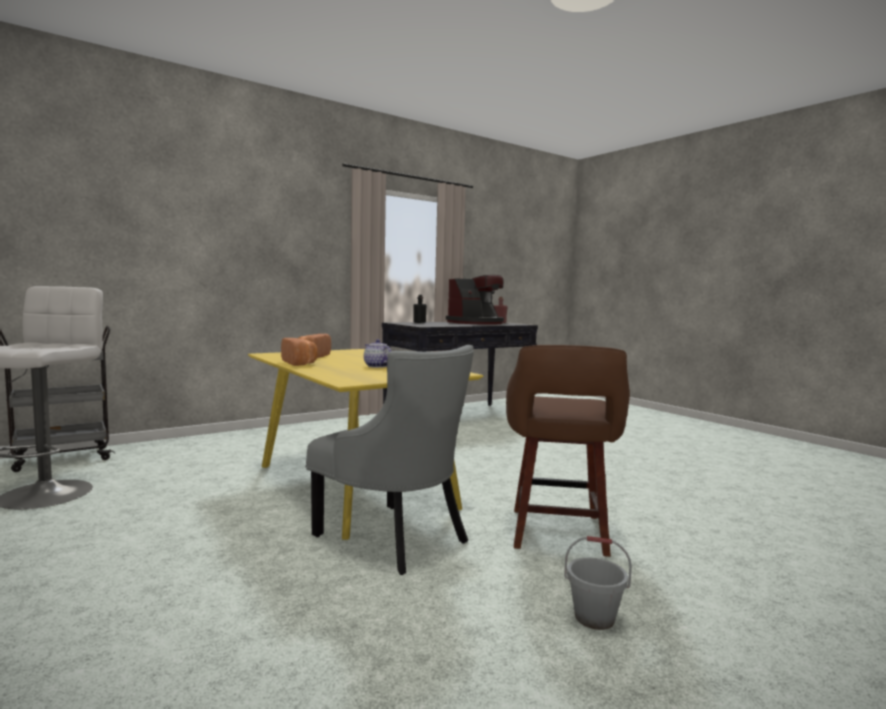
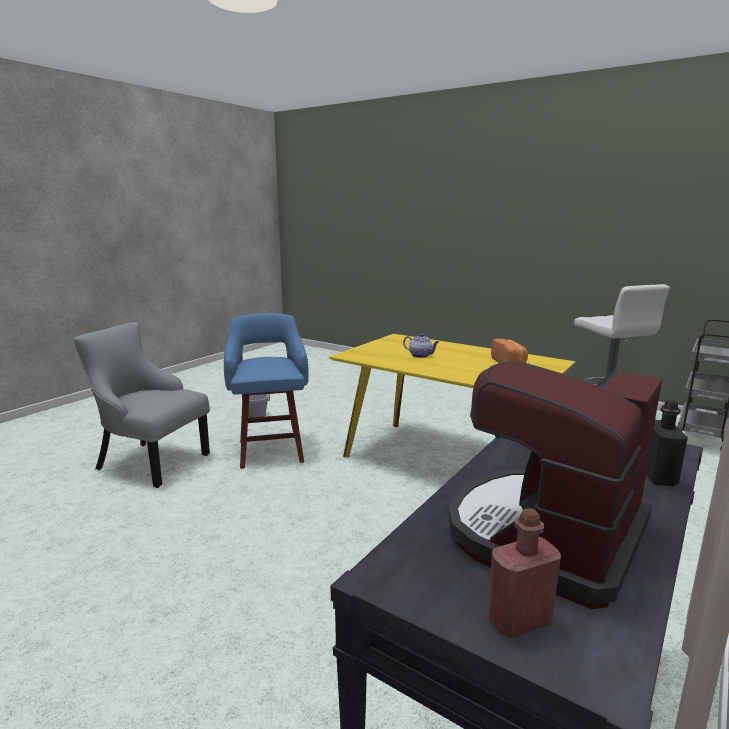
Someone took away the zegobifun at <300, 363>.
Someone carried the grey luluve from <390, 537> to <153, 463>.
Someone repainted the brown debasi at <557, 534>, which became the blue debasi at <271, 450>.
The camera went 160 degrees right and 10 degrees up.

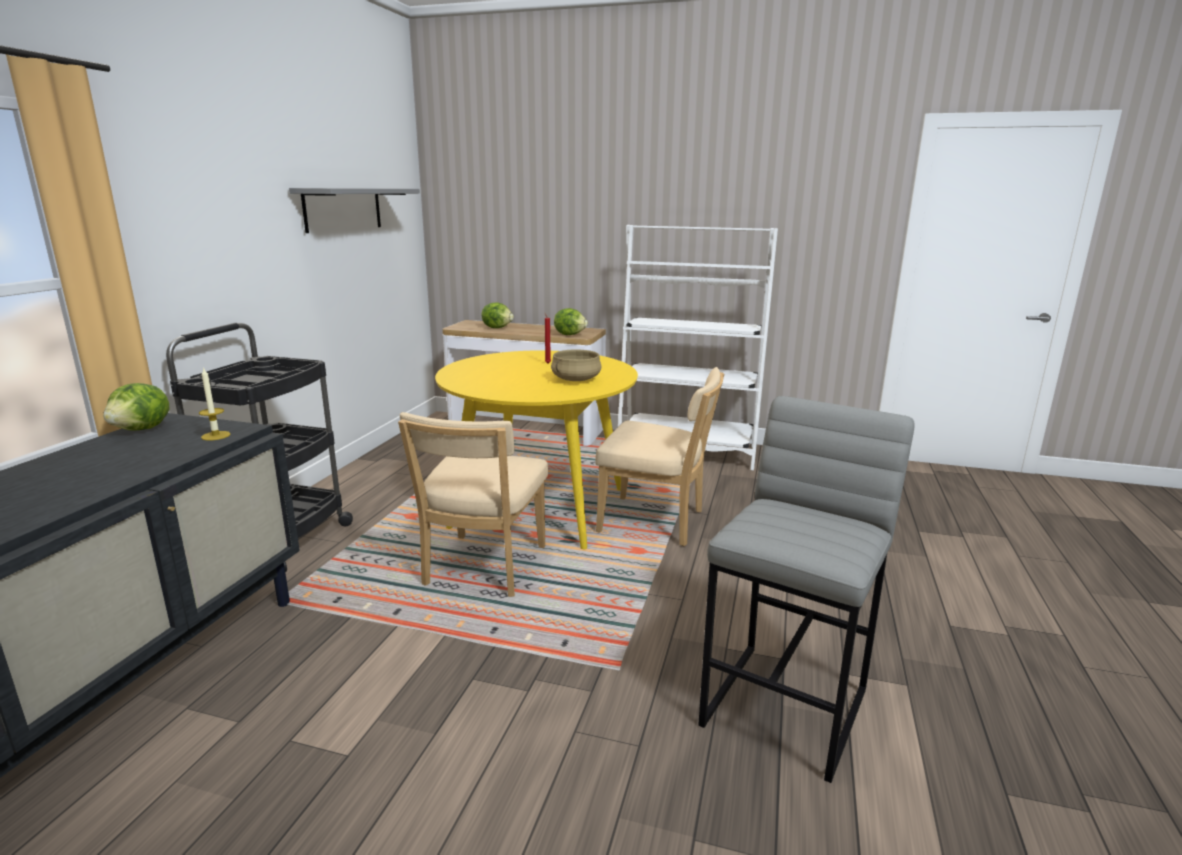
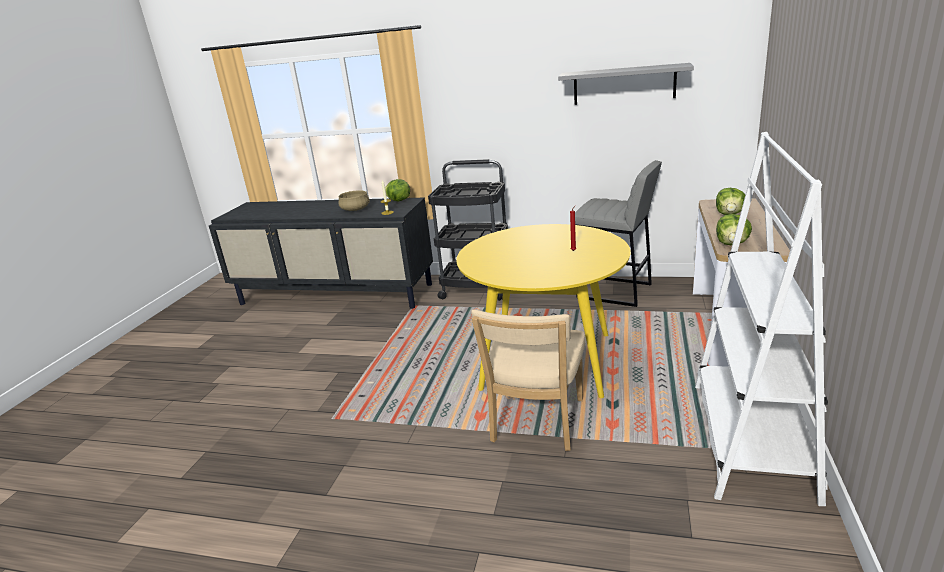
Someone took away the beige luluve at <482, 569>.
Someone carried the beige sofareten from <575, 379> to <355, 209>.
Someone carried the grey debasi from <786, 704> to <616, 291>.
The camera went 90 degrees right and 5 degrees up.

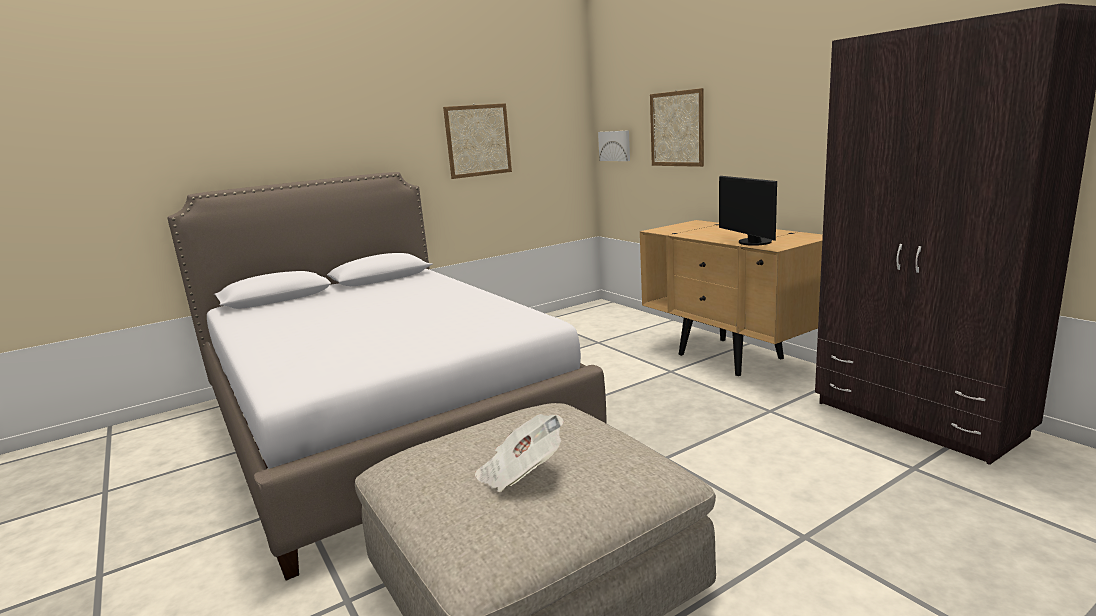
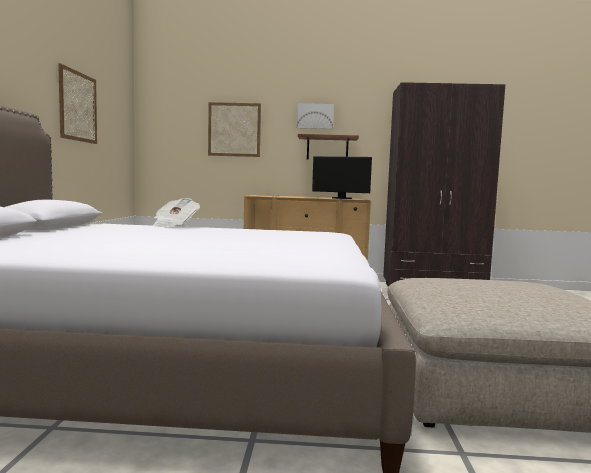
Someone carried the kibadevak from <521, 473> to <174, 225>.
Someone carried the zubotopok from <615, 145> to <315, 116>.
Someone put up the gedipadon at <327, 148>.
The camera went 55 degrees left and 10 degrees down.

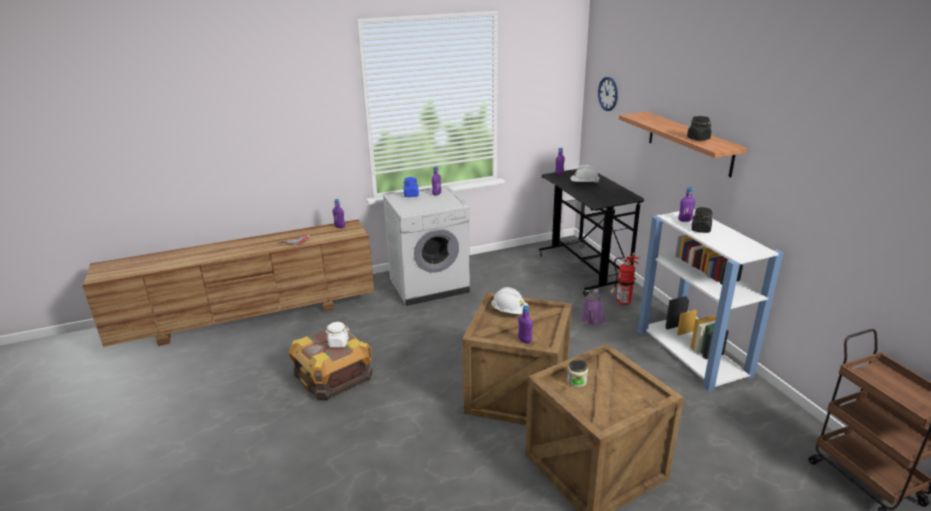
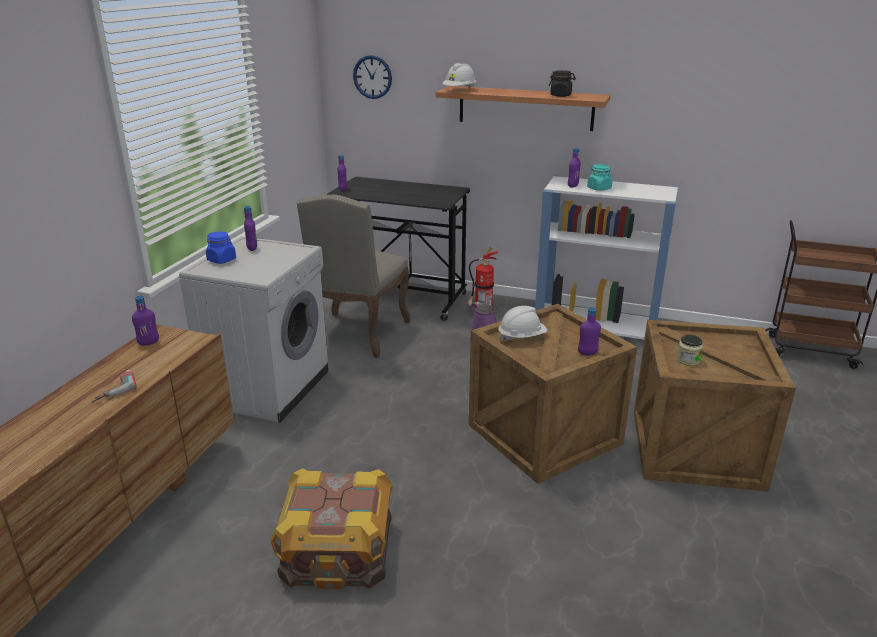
Someone took away the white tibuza at <338, 343>.
Someone carried the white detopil from <584, 184> to <459, 90>.
Someone repainted the black tibuza at <700, 229>, which became the turquoise tibuza at <598, 188>.
Someone put down the grey luluve at <357, 336>.
The camera went 50 degrees left and 0 degrees up.

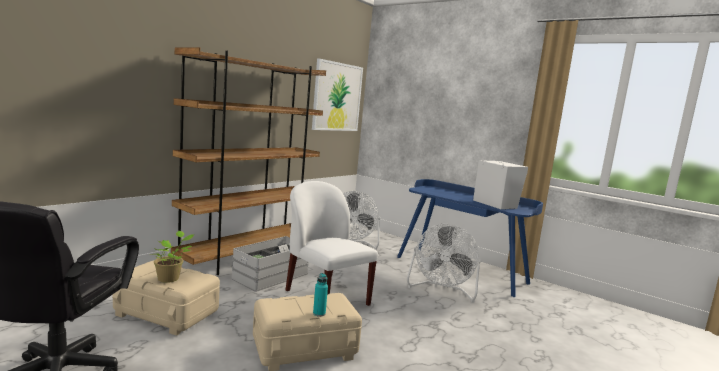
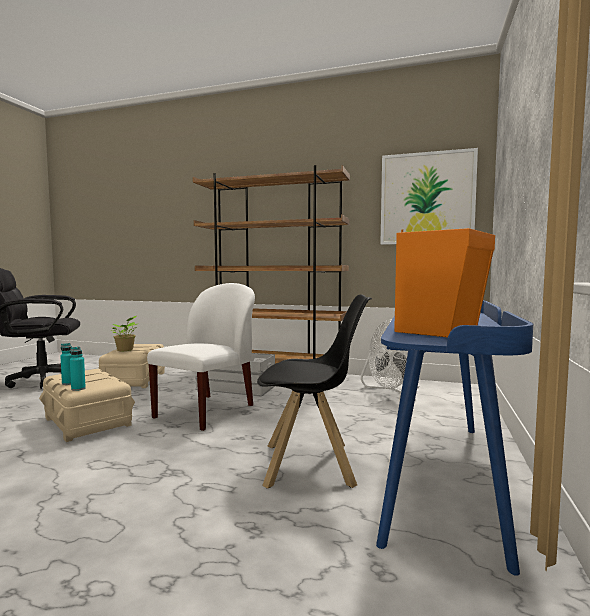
Someone swapped the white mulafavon at <440, 289> for the black luluve at <311, 464>.
Someone repainted the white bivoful at <495, 204>, which became the orange bivoful at <443, 329>.
Someone put down the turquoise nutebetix at <78, 389>.
The camera went 70 degrees right and 5 degrees down.

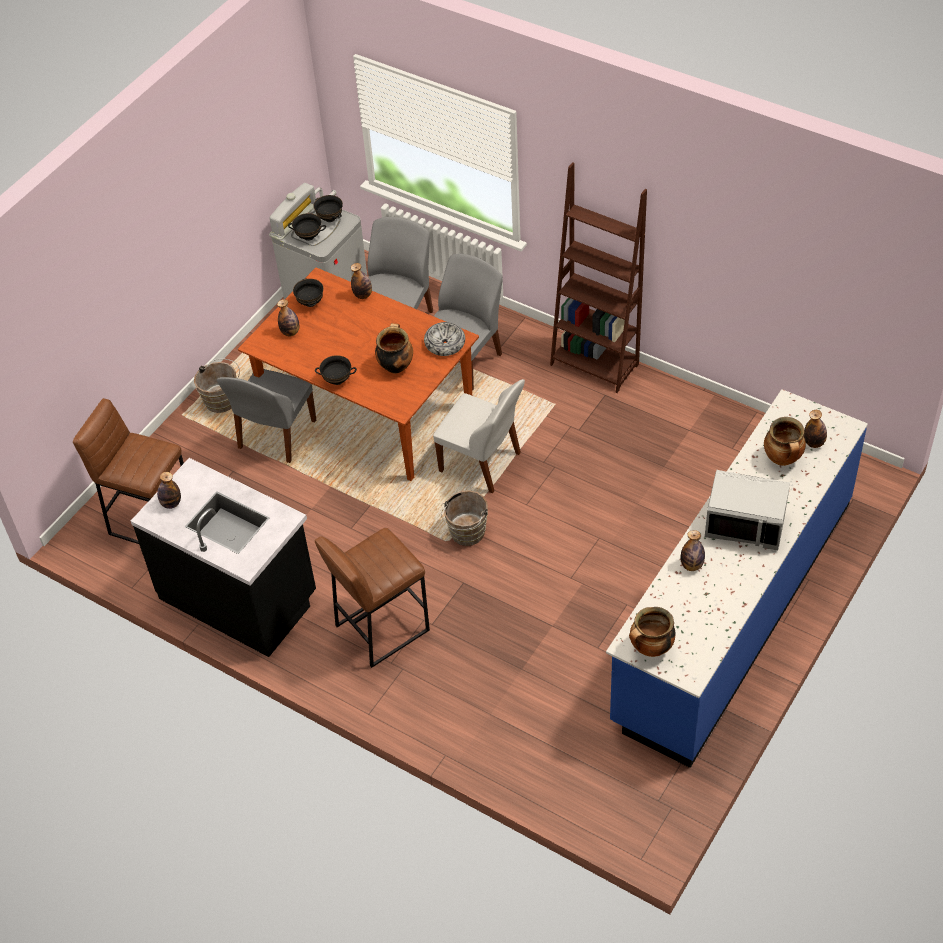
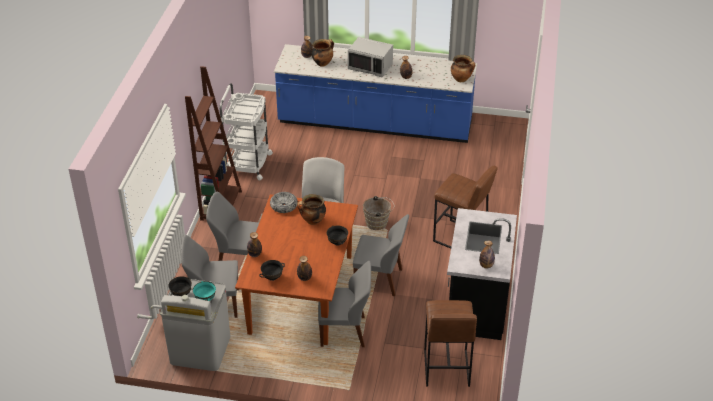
Someone took away the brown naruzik at <223, 400>.
Someone repainted the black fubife at <308, 237>, which became the turquoise fubife at <205, 299>.
Someone rotated the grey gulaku at <745, 523> by 120 degrees clockwise.
Someone put down the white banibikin at <248, 165>.
Someone put down the grey luluve at <380, 280>.
The camera went 115 degrees left and 10 degrees down.

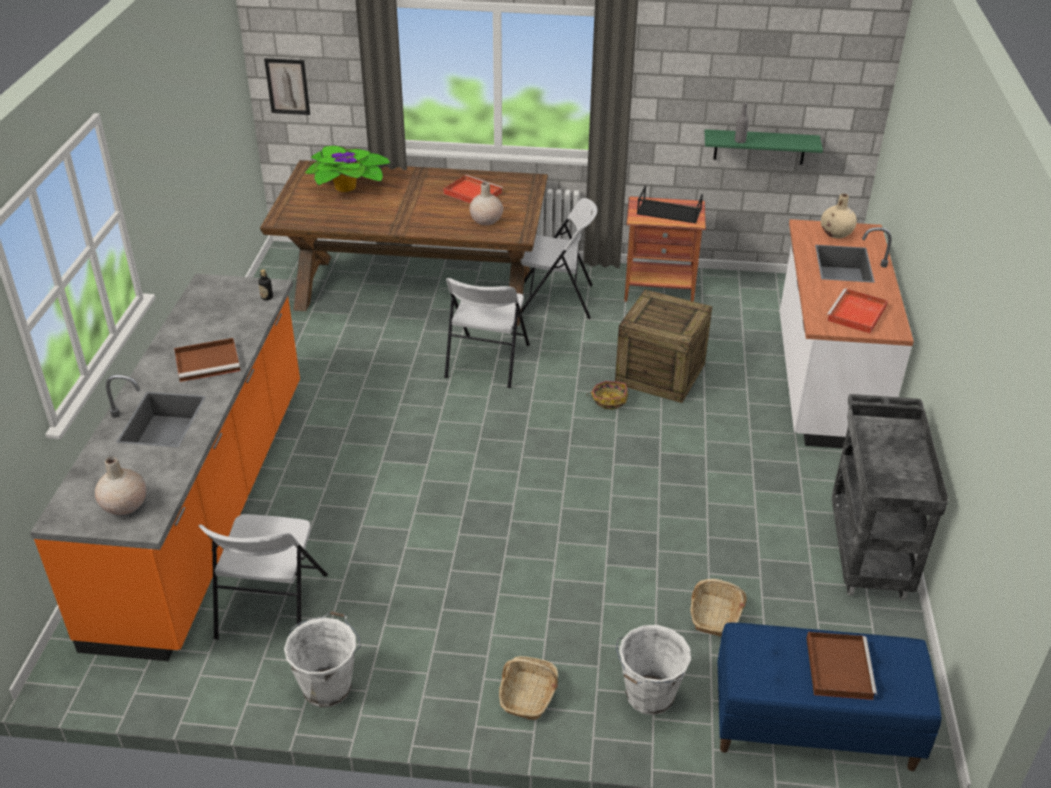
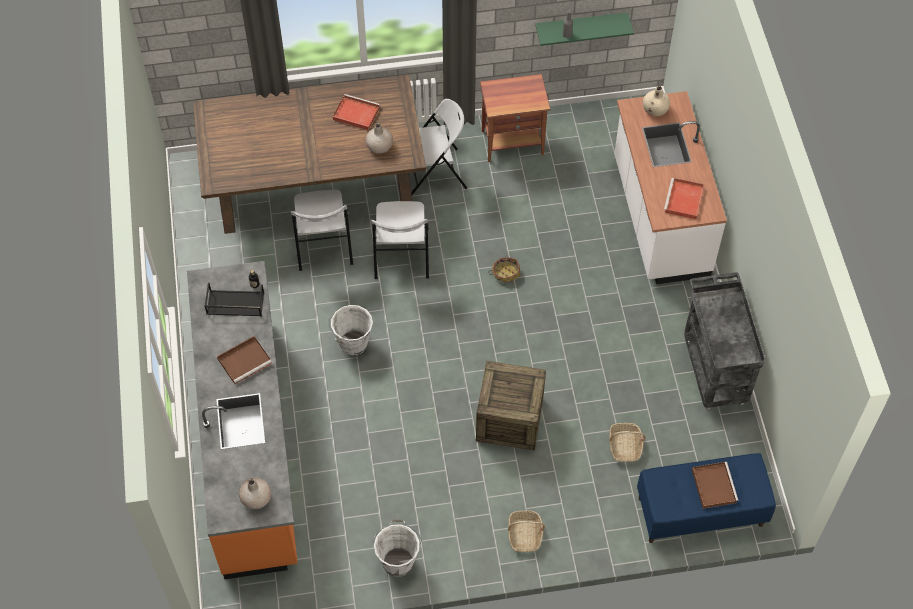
Someone carried the white luluve from <271, 606> to <323, 243>.
Someone took away the zubotopok at <287, 86>.
Someone took away the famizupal at <348, 186>.
Someone carried the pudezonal from <660, 374> to <509, 419>.
Someone carried the white naruzik from <648, 696> to <353, 344>.
Someone carried the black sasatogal from <668, 212> to <234, 304>.
The camera went 15 degrees left and 20 degrees up.

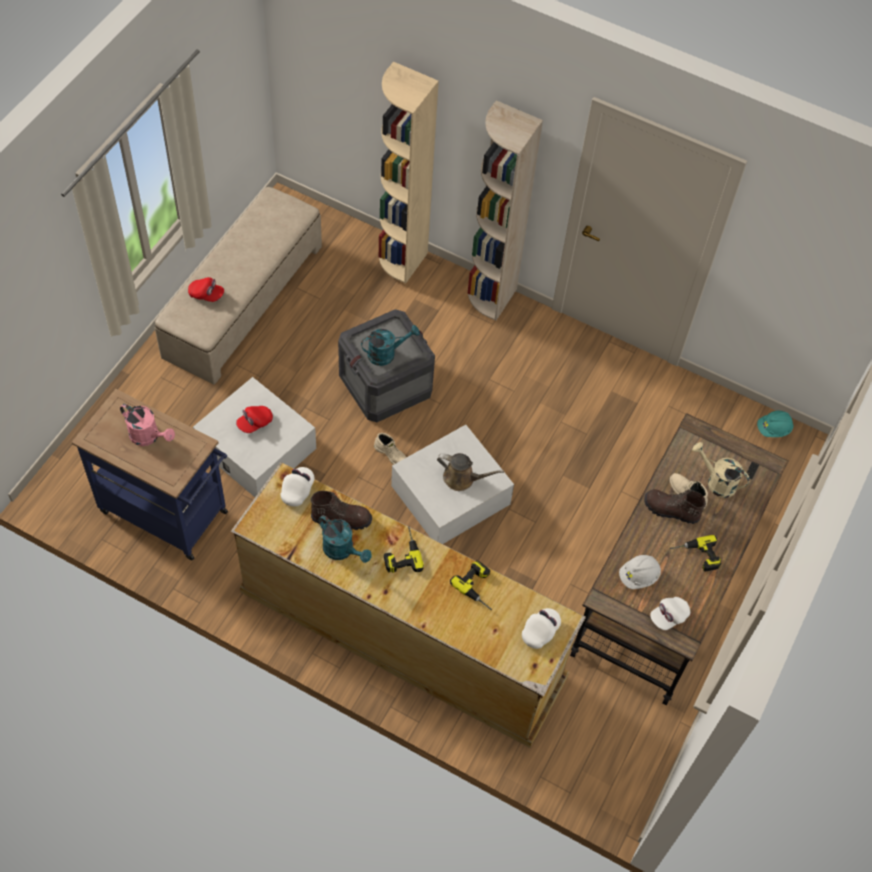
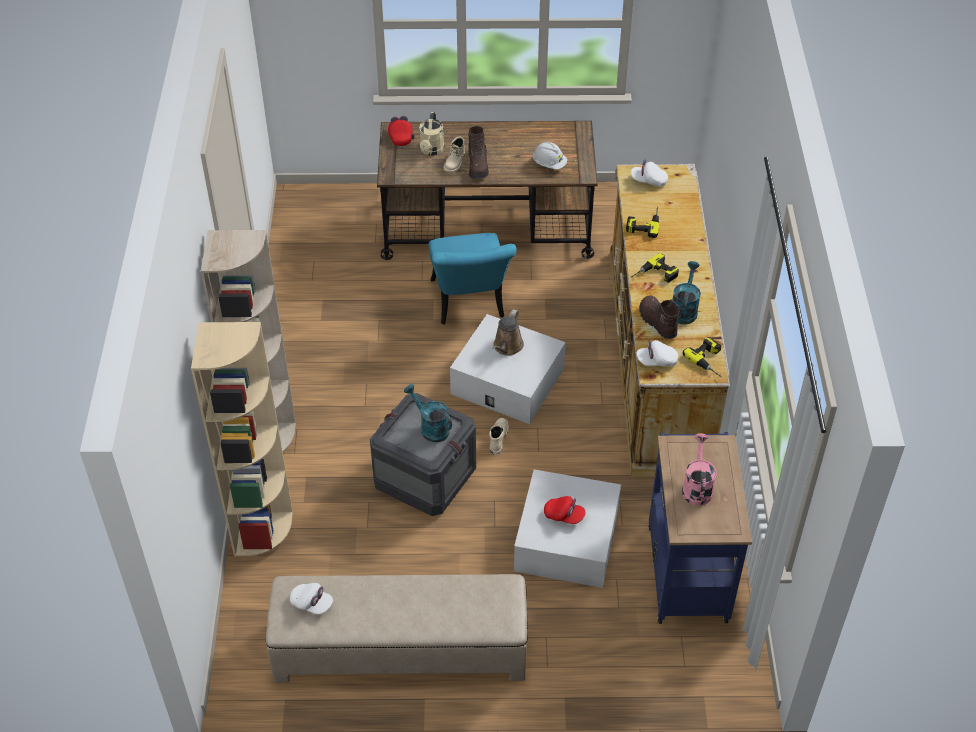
Someone carried the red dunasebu from <206, 295> to <400, 136>.
Someone rotated the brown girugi at <462, 478> by 150 degrees counterclockwise.
Someone carried the white dunasebu from <668, 616> to <312, 603>.
Someone carried the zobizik from <696, 557> to <710, 360>.
Someone took away the turquoise detopil at <773, 429>.
Someone put down the turquoise luluve at <469, 305>.
The camera went 115 degrees left and 10 degrees down.

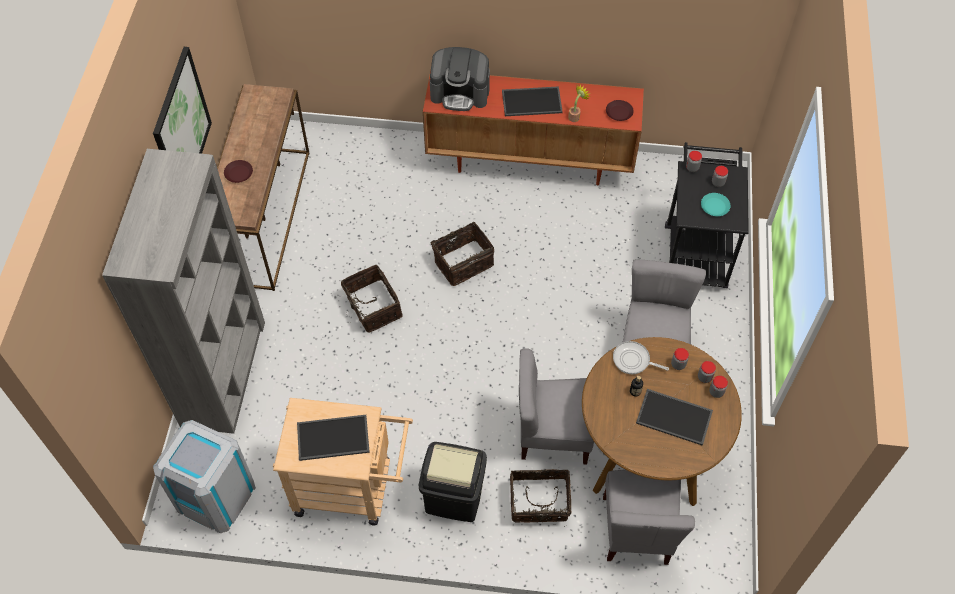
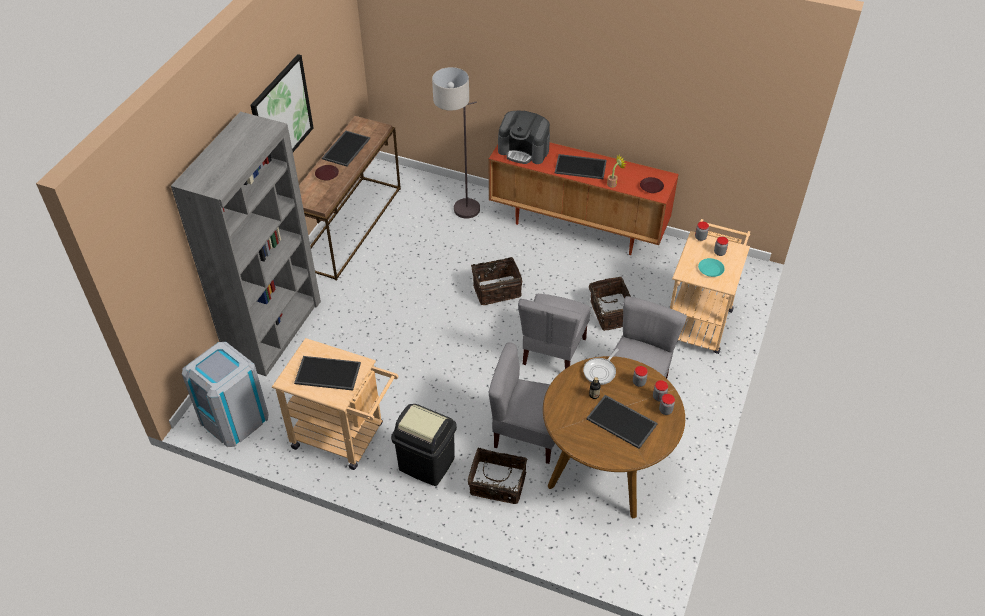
Someone carried the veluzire from <372, 308> to <610, 313>.
Someone carried the grey luluve from <637, 531> to <553, 351>.
Someone rotated the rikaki at <633, 360> by 90 degrees counterclockwise.
Someone repainted the black banibikin at <695, 249>, which became the beige banibikin at <699, 318>.
Someone put down the sasatogal at <346, 148>.
Someone put down the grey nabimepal at <459, 211>.
The camera went 15 degrees right and 10 degrees down.

